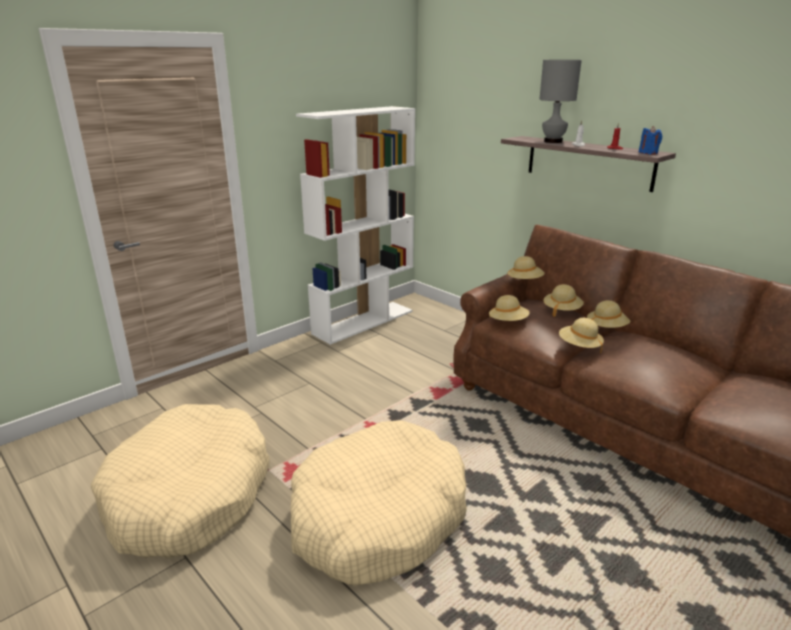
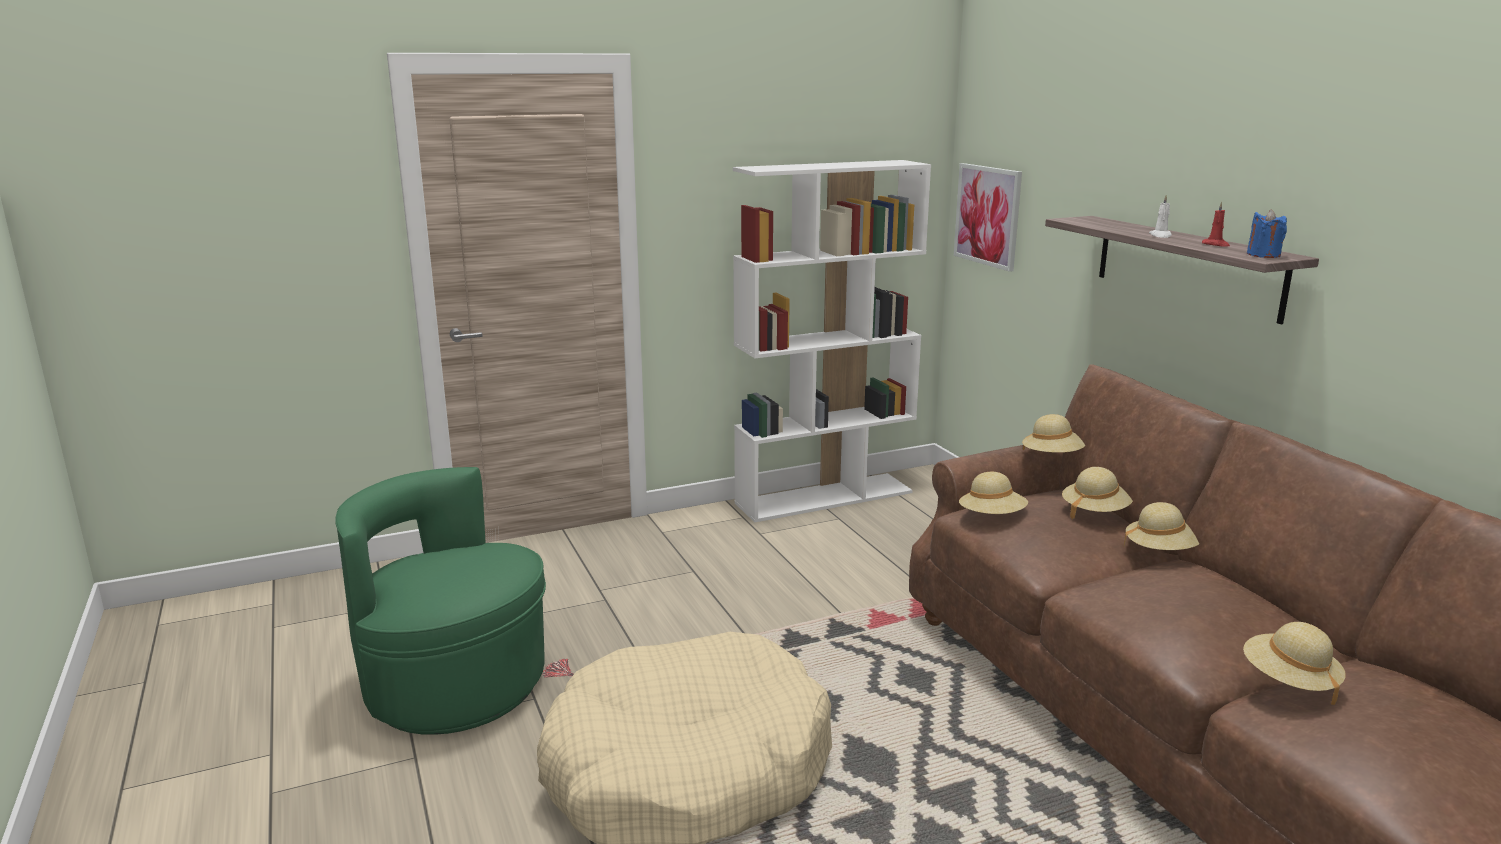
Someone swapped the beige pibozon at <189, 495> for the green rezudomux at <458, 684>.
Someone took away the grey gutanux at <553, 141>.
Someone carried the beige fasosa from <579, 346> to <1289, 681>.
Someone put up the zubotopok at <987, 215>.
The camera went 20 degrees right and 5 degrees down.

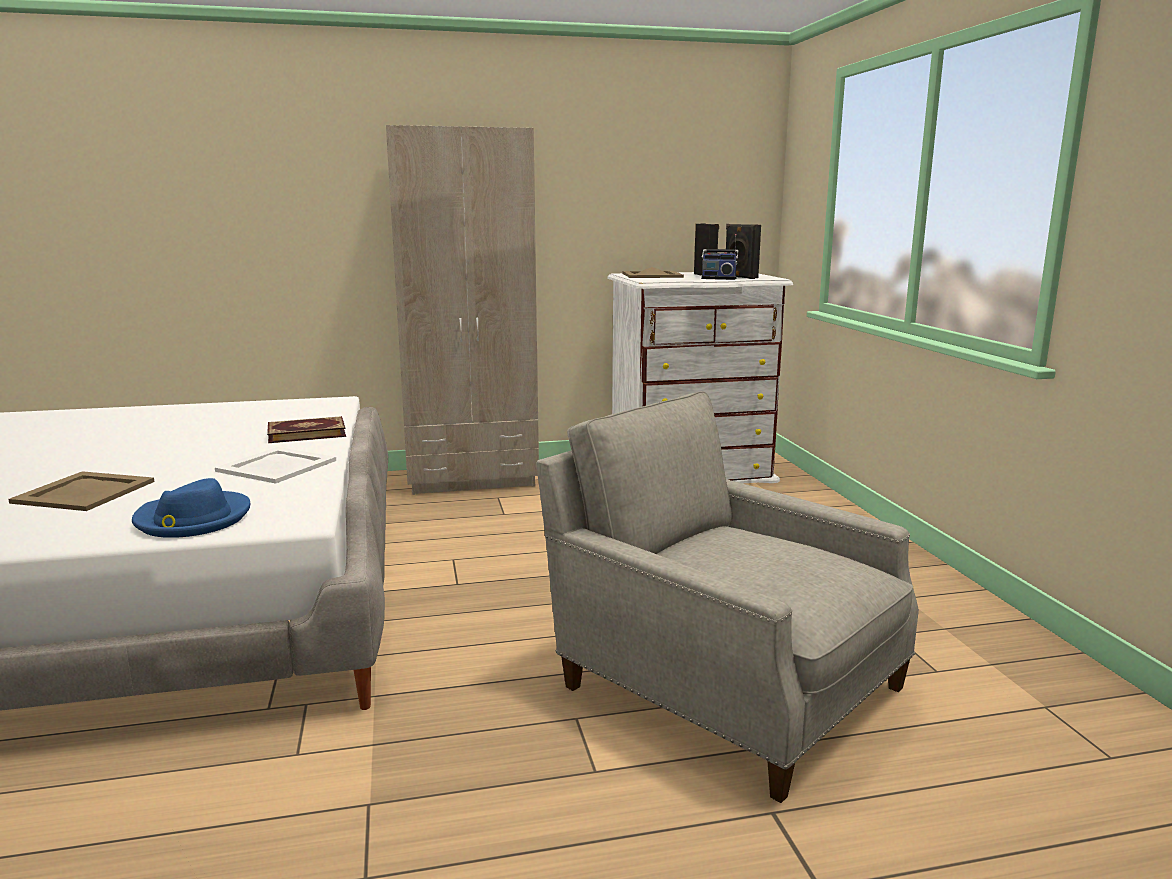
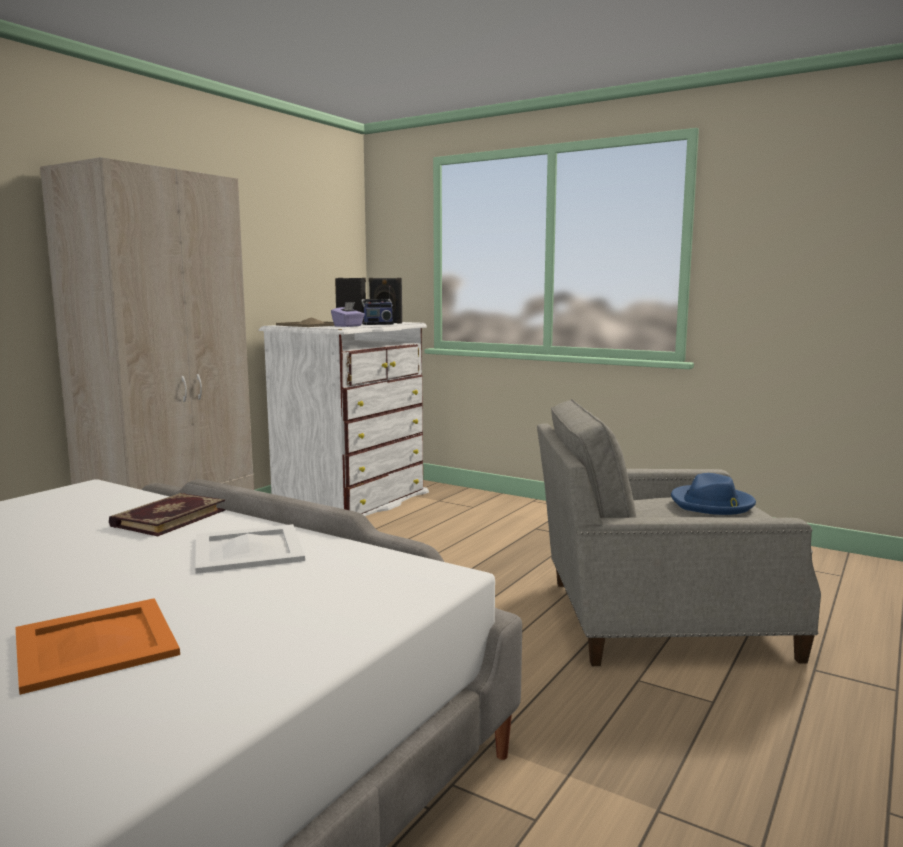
Someone repainted the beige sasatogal at <86, 492>, which became the orange sasatogal at <97, 642>.
Someone carried the blue fasosa from <192, 519> to <712, 504>.
Someone put down the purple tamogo at <348, 326>.
The camera went 45 degrees left and 5 degrees down.

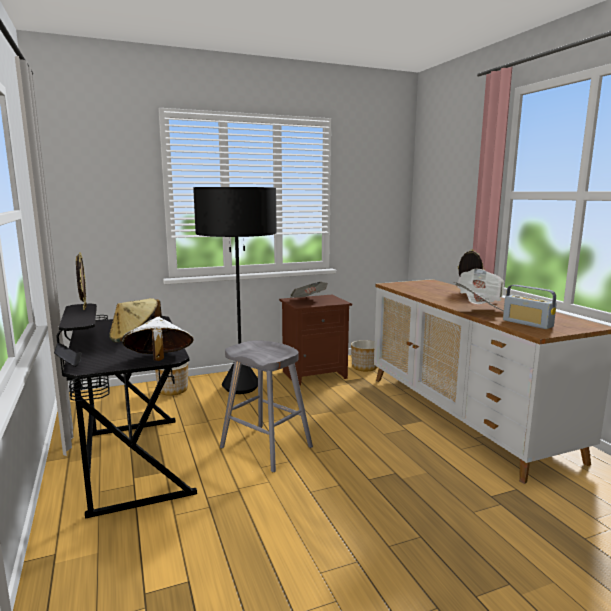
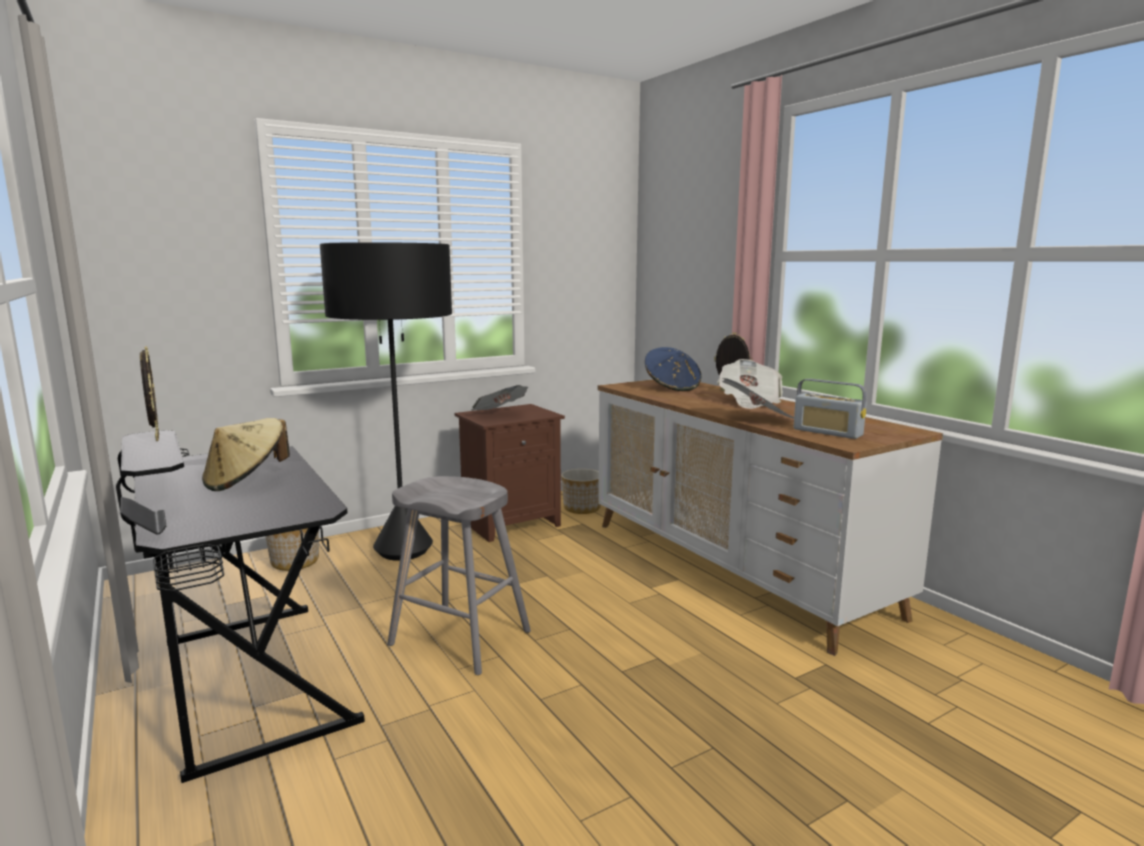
Someone took away the white fasosa at <159, 361>.
Someone put down the blue fasosa at <672, 387>.
The camera went 10 degrees left and 0 degrees up.

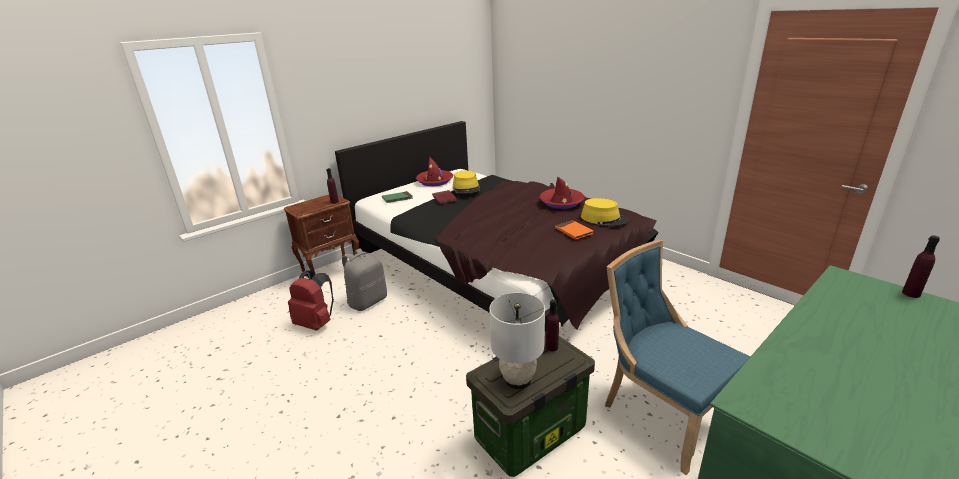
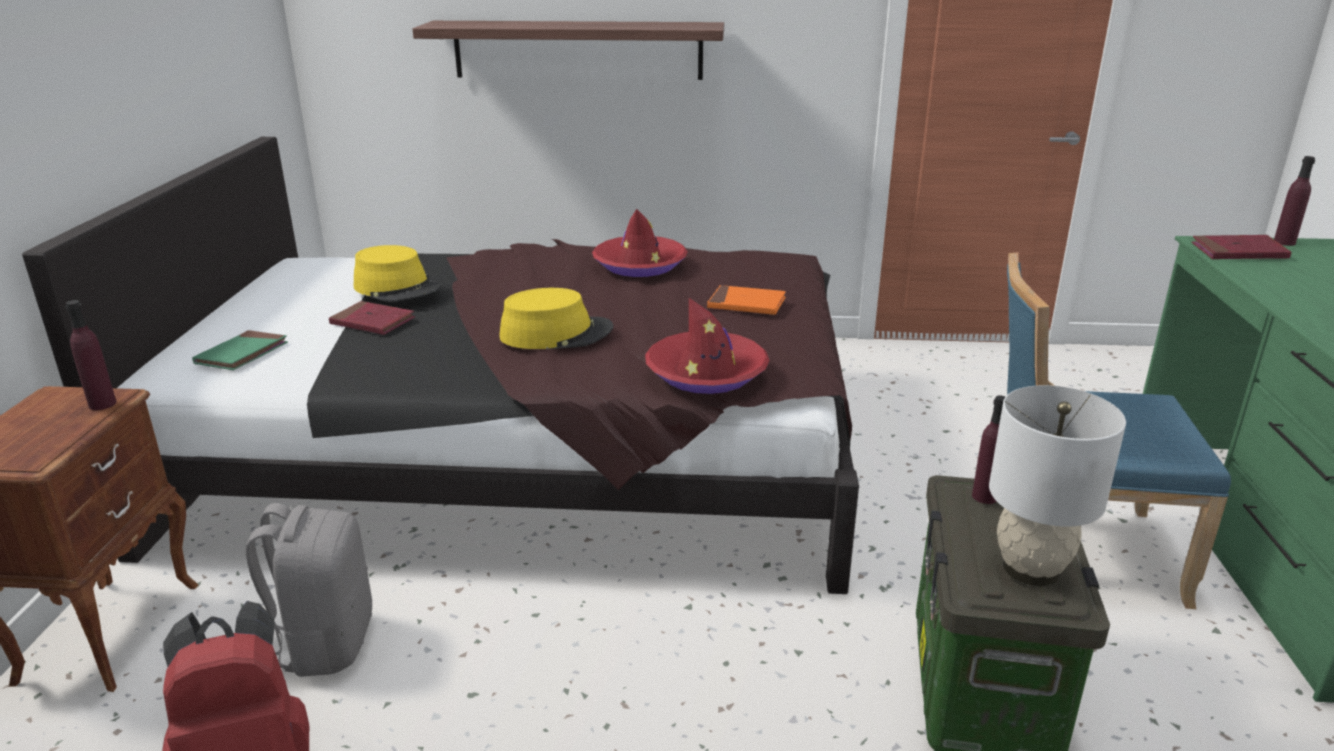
Someone carried the red fasosa from <435, 181> to <706, 373>.
Someone carried the yellow fasosa from <604, 219> to <556, 333>.
Someone put up the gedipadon at <578, 50>.
Someone put down the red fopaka at <1238, 252>.
The camera went 45 degrees left and 0 degrees up.

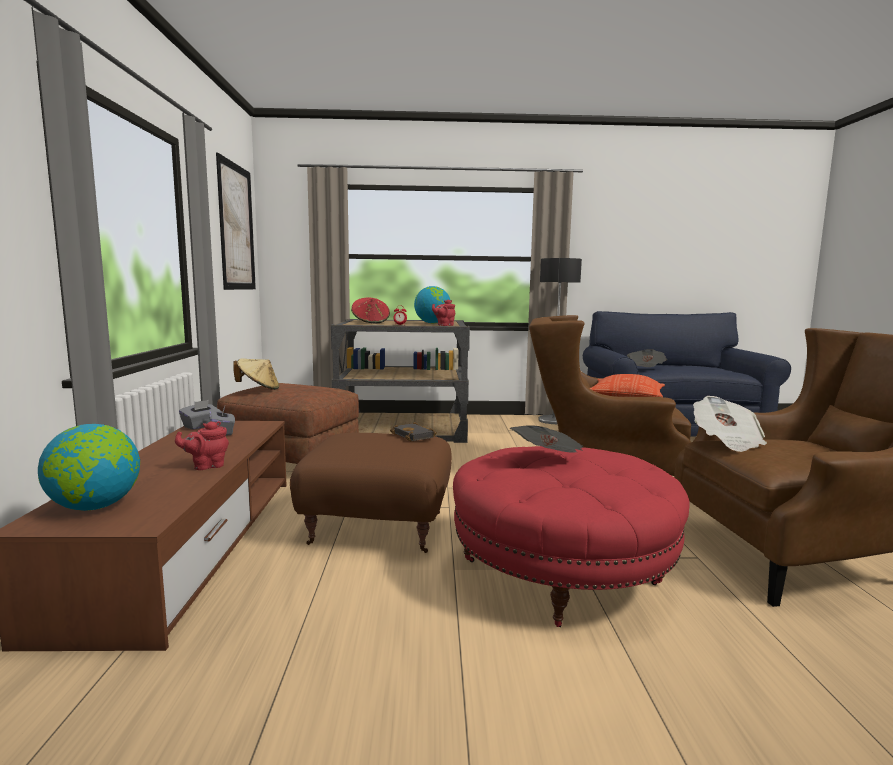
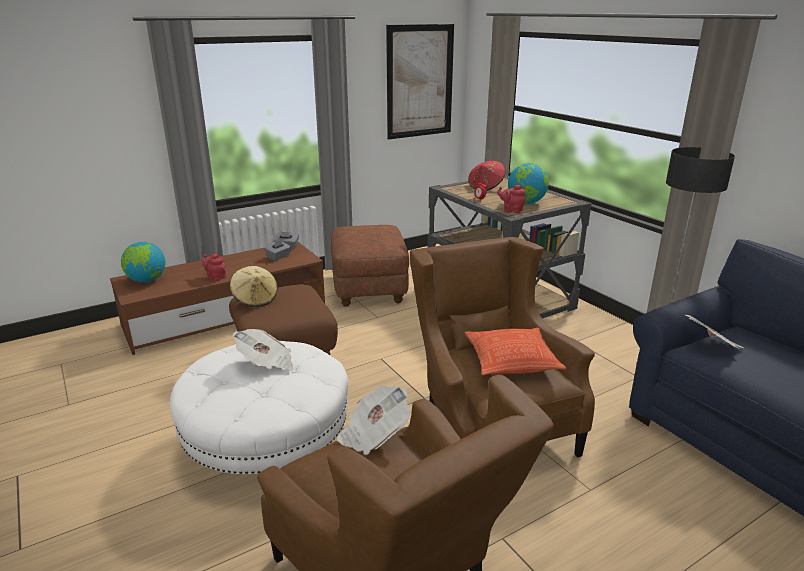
Someone carried the beige fasosa from <258, 389> to <255, 299>.
Someone took away the black fopaka at <415, 436>.
Someone repainted the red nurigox at <561, 573>, which became the white nurigox at <268, 444>.
The camera went 60 degrees right and 15 degrees up.

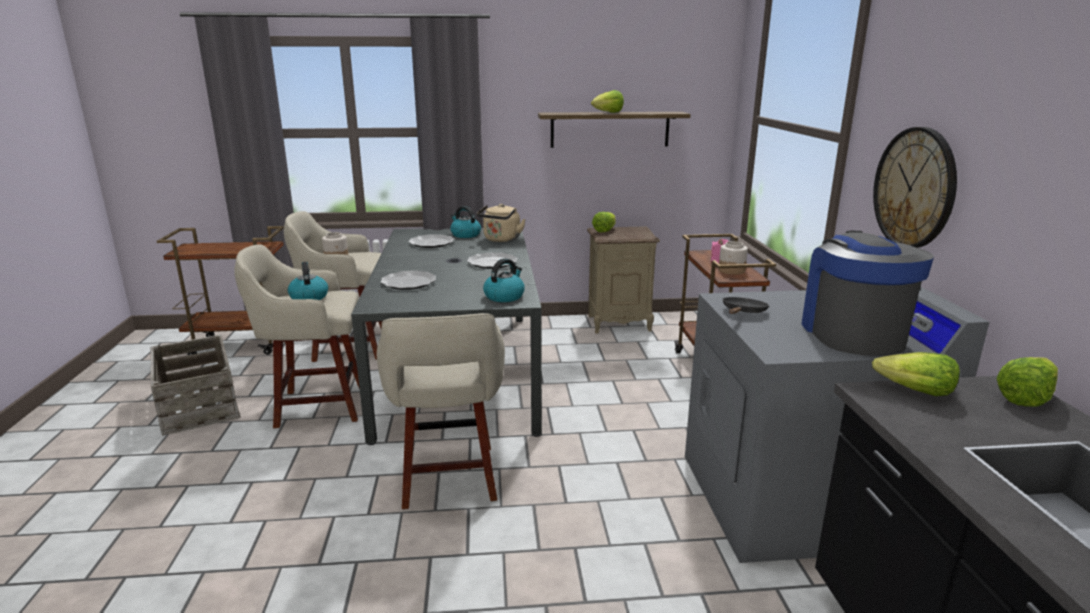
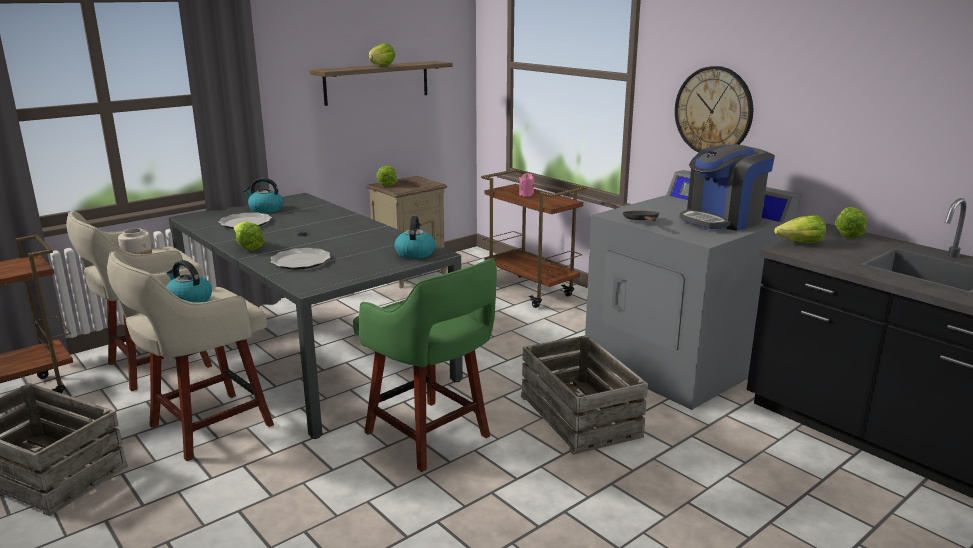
Someone repainted the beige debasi at <448, 480>, which became the green debasi at <430, 437>.
Someone took away the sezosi at <492, 262>.
Someone took away the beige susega at <501, 240>.
Someone took away the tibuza at <731, 270>.
Someone rotated the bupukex at <852, 333> by 90 degrees counterclockwise.
Someone put down the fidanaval at <247, 247>.
Someone put down the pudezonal at <580, 415>.
The camera went 35 degrees left and 0 degrees up.

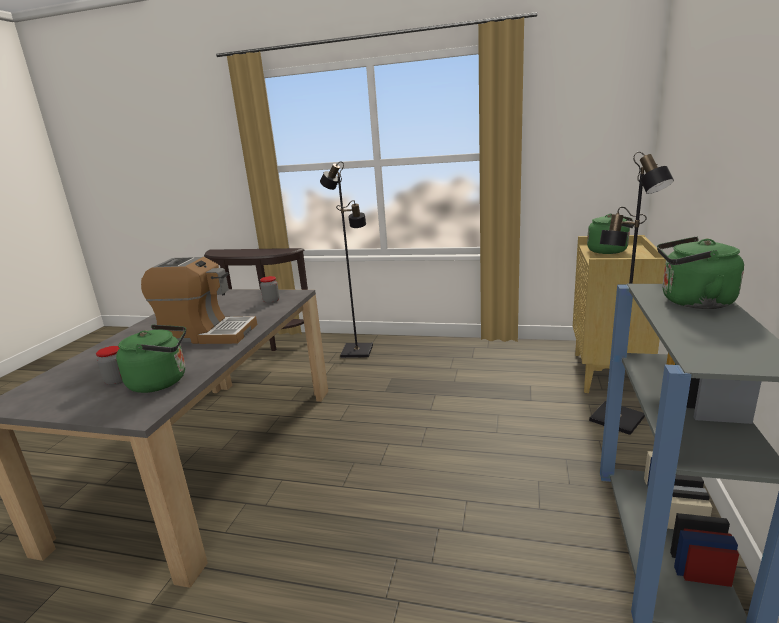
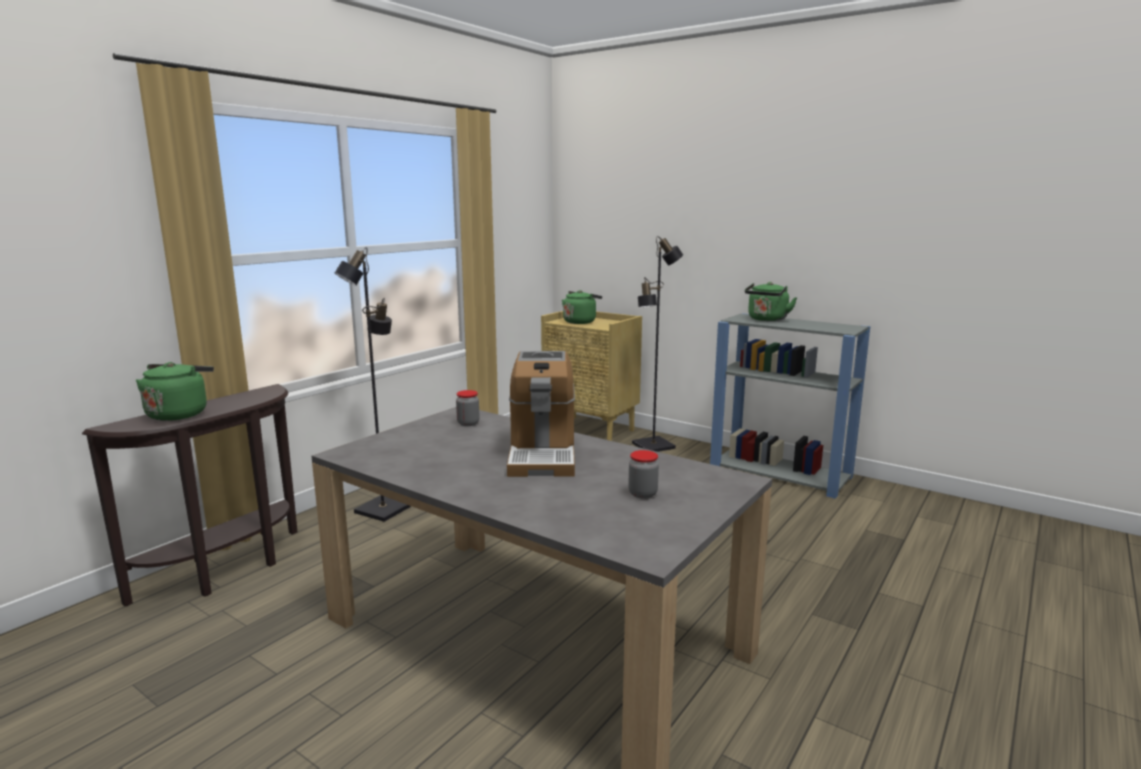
Someone carried the green susega from <162, 381> to <179, 414>.
Someone rotated the bupukex at <207, 334> by 150 degrees clockwise.
The camera went 70 degrees left and 5 degrees down.

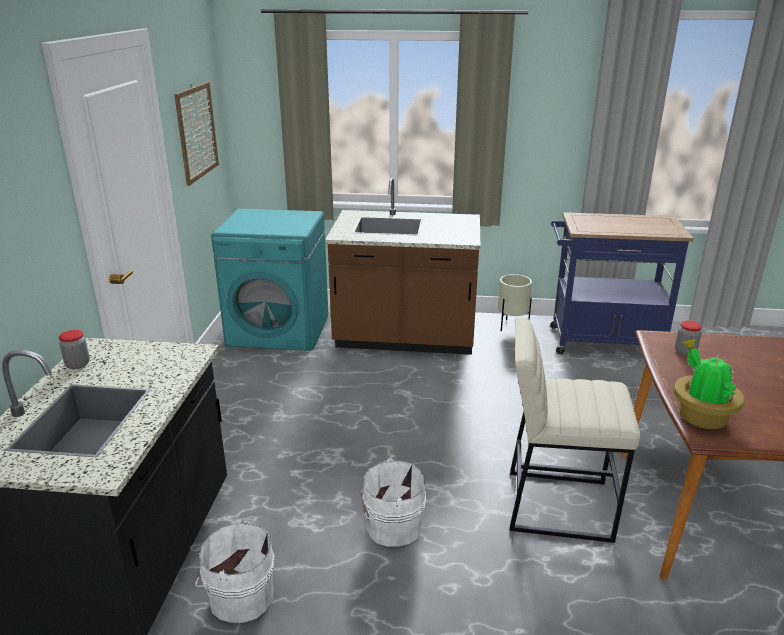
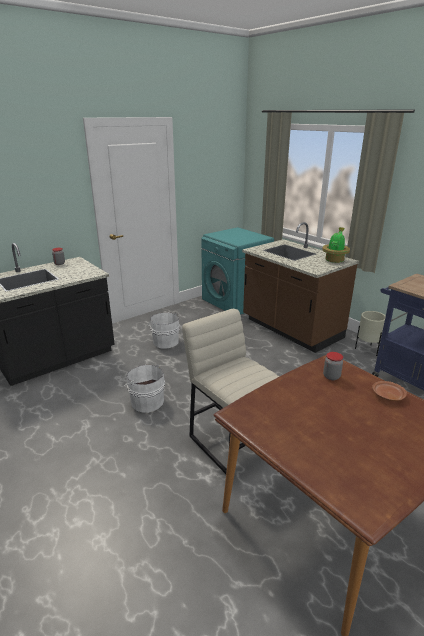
Someone took away the zubotopok at <196, 130>.
Someone carried the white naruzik from <239, 596> to <165, 341>.
Someone carried the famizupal from <700, 416> to <334, 260>.
Someone put down the brown sezosi at <387, 395>.
The camera went 45 degrees right and 0 degrees up.

